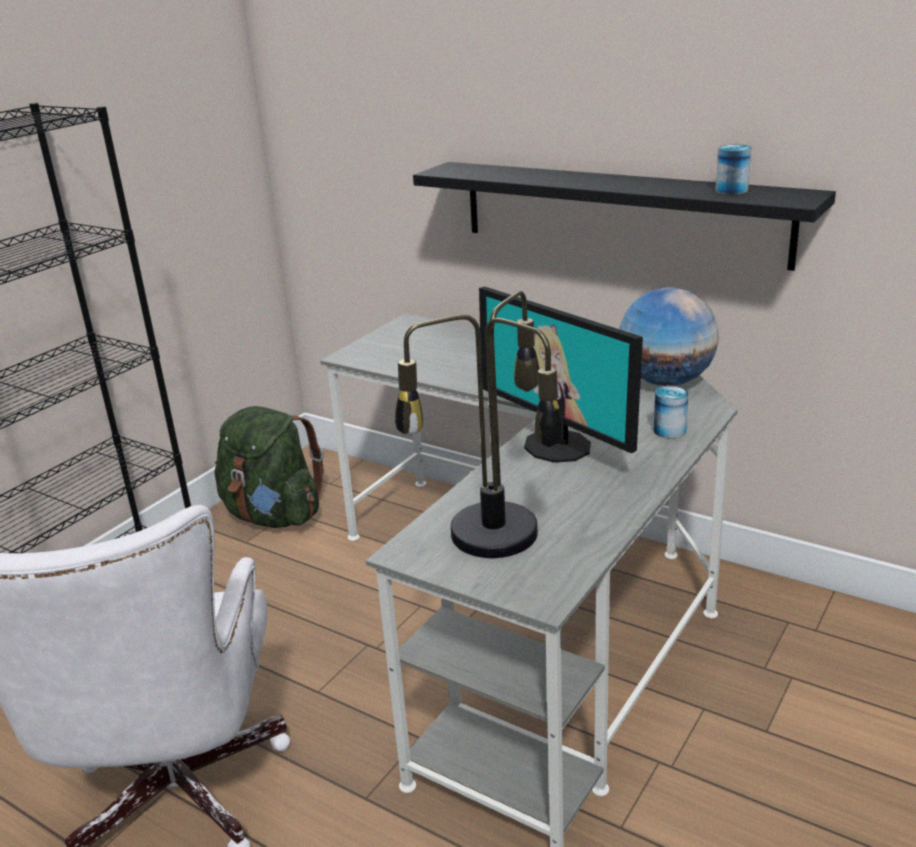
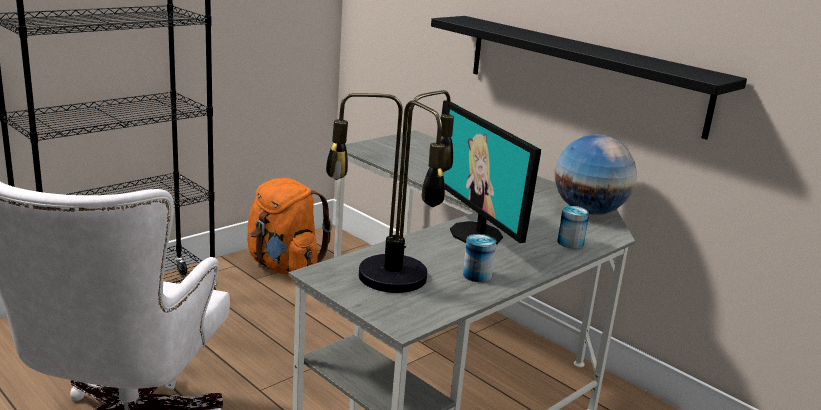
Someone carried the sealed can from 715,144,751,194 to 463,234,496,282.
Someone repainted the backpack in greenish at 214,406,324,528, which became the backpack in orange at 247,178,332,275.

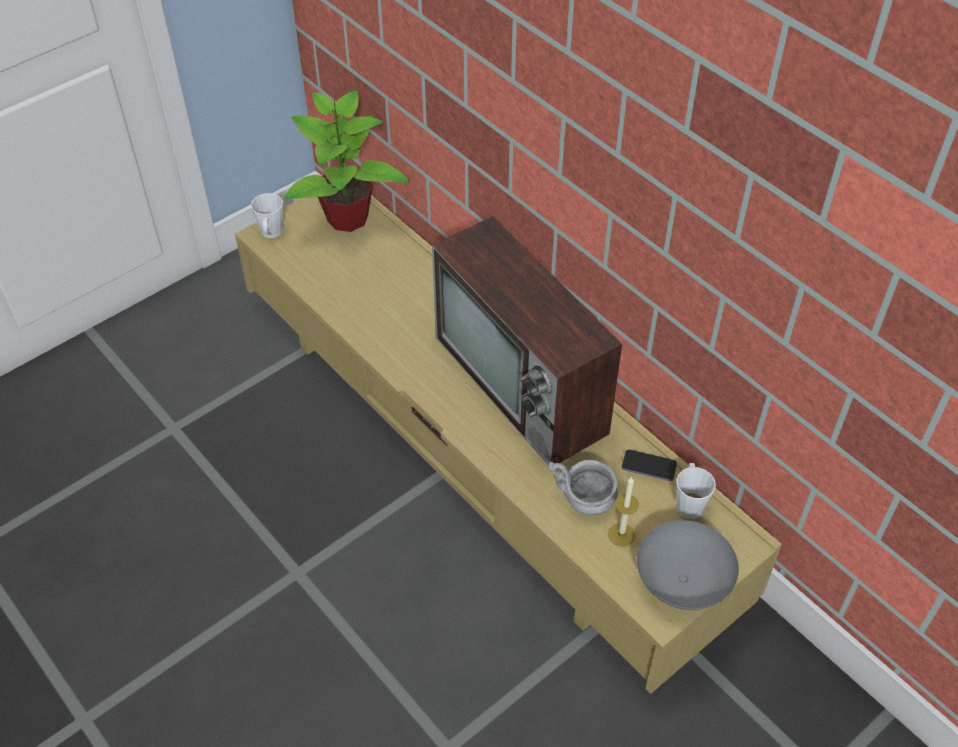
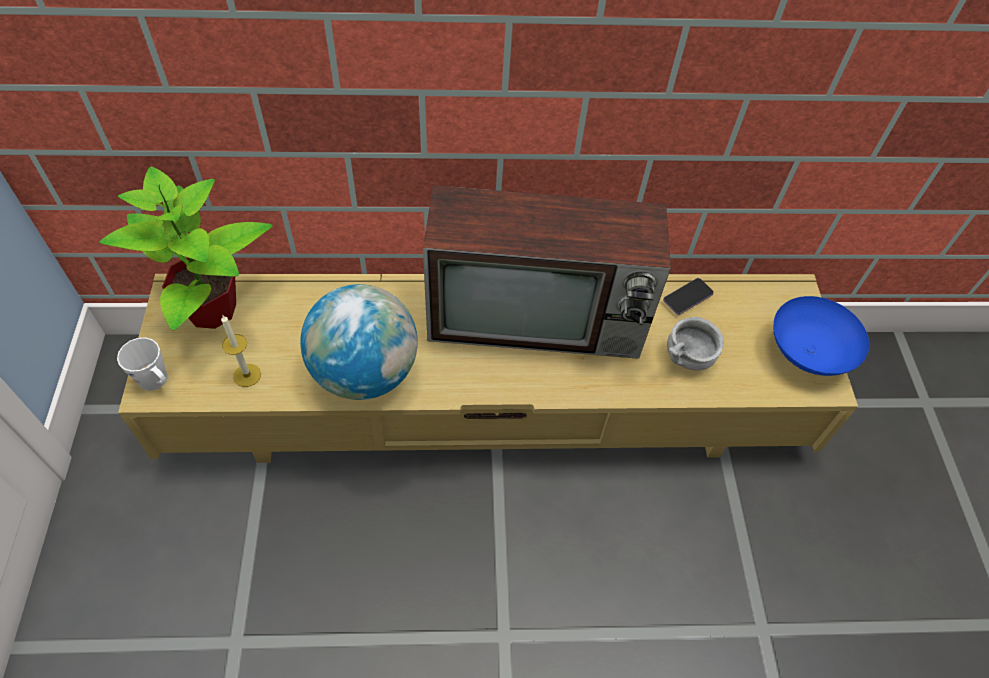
Someone took away the mug in white at 676,463,716,519.
Someone carried the wax light from 608,476,639,547 to 221,315,261,387.
Someone repainted the deep dish in grey at 637,520,739,610, which became the deep dish in bluish at 773,296,869,376.
Someone put down the globe at 300,284,418,400.

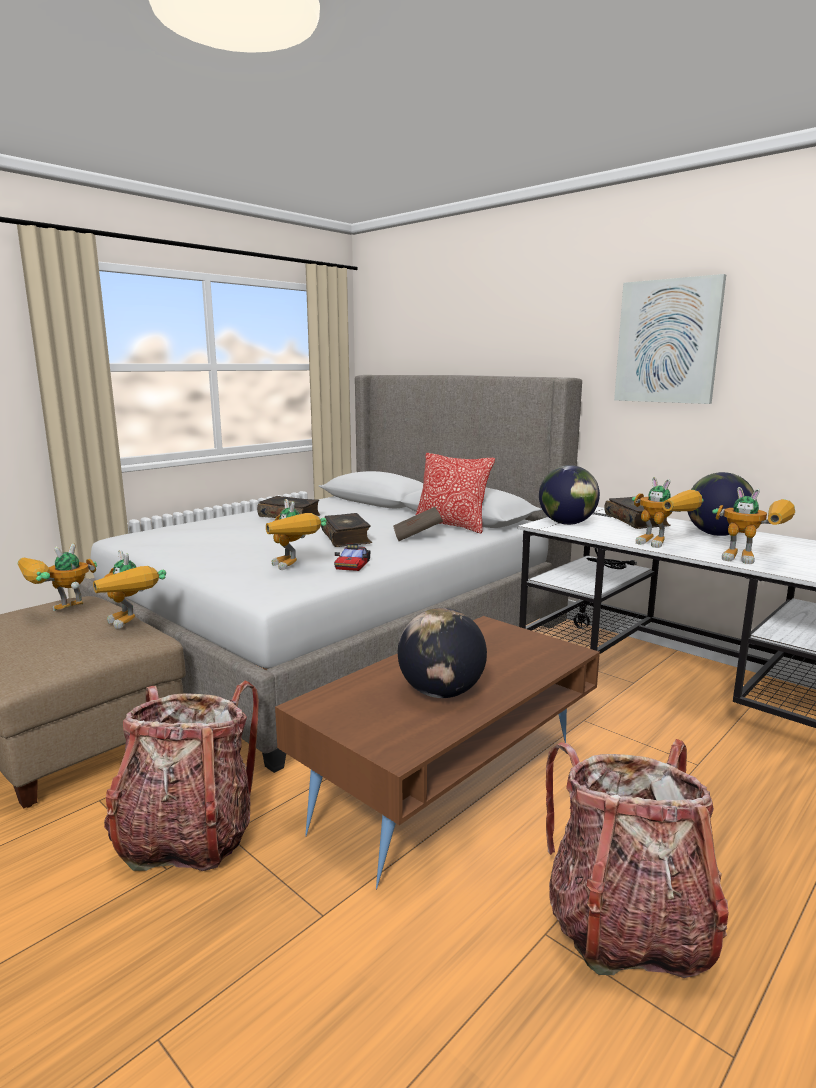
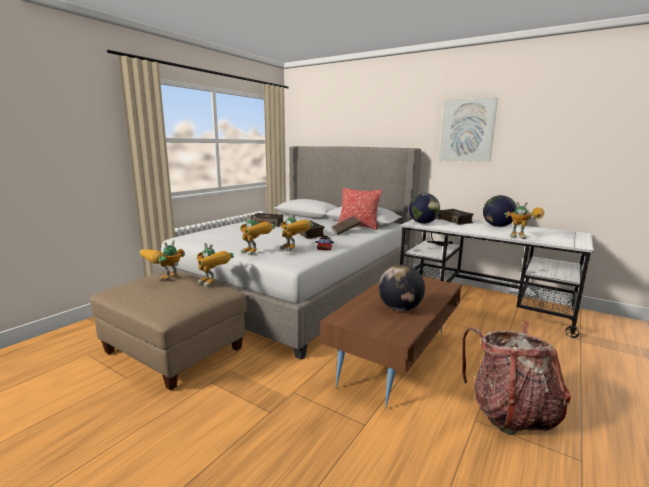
Someone carried the model robot from 632,477,704,548 to 240,215,275,255.
Someone took away the backpack at 104,681,259,871.

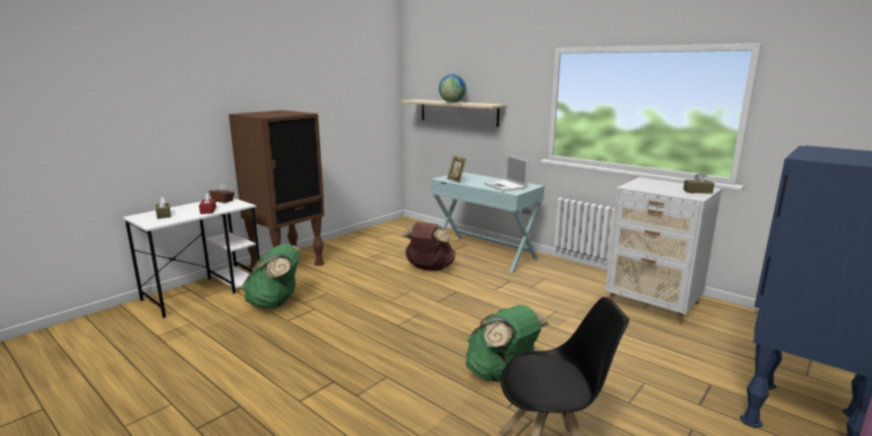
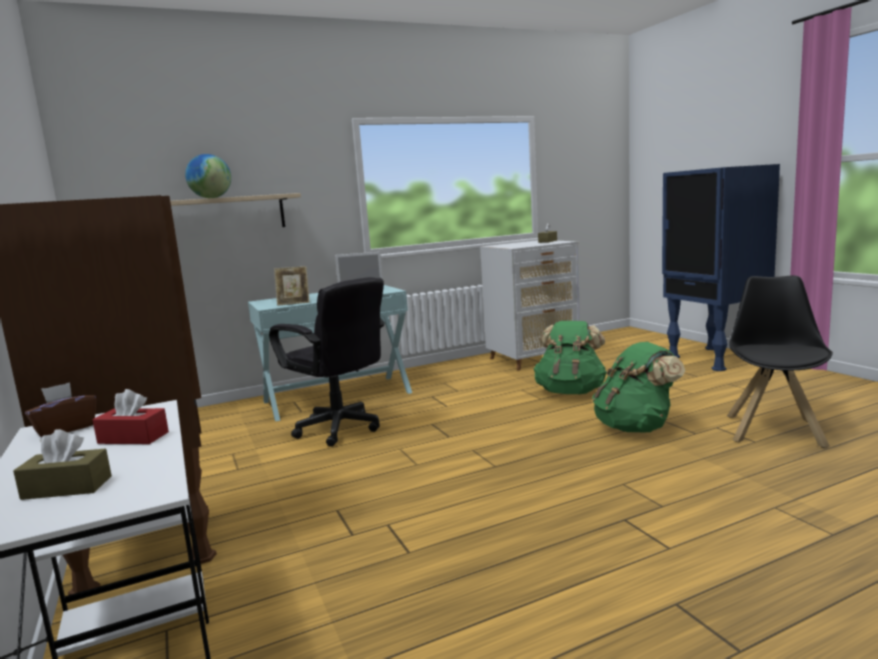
Someone swapped the backpack in brownish at 402,222,455,271 for the desk chair in black at 269,277,384,447.
Someone carried the backpack in greenish from 242,244,300,309 to 534,321,607,394.

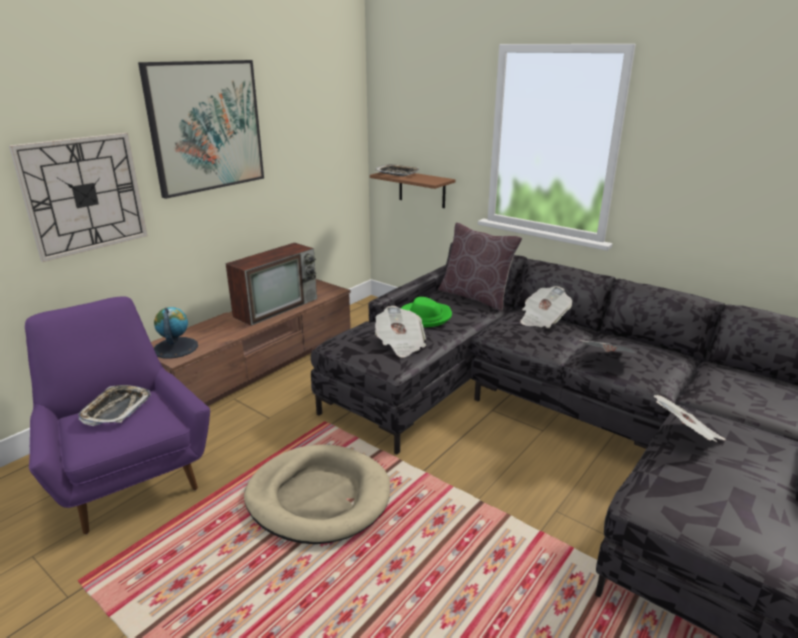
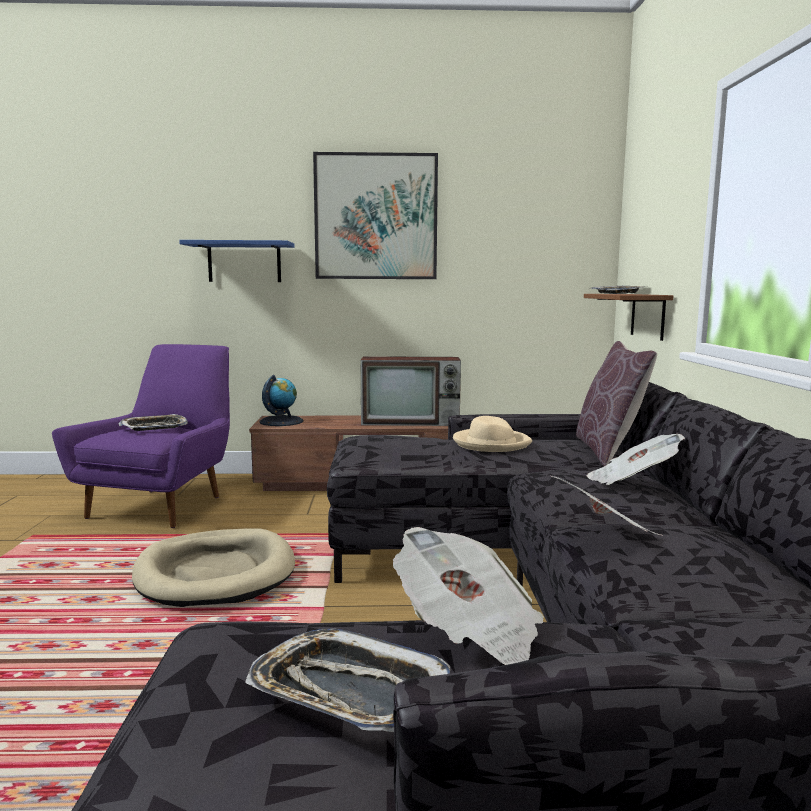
Someone swapped the hanging clock at 9,133,148,262 for the shelf in bluish at 179,240,294,282.
Someone repainted the hat in greenish at 400,297,452,327, which became the hat in beige-coloured at 453,416,532,452.
Someone took away the newspaper at 375,306,426,358.
Someone put down the tray at 245,629,450,732.

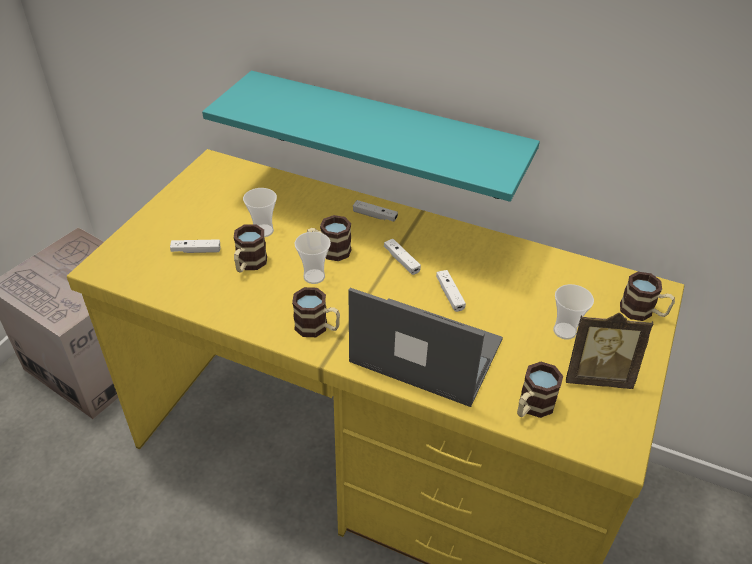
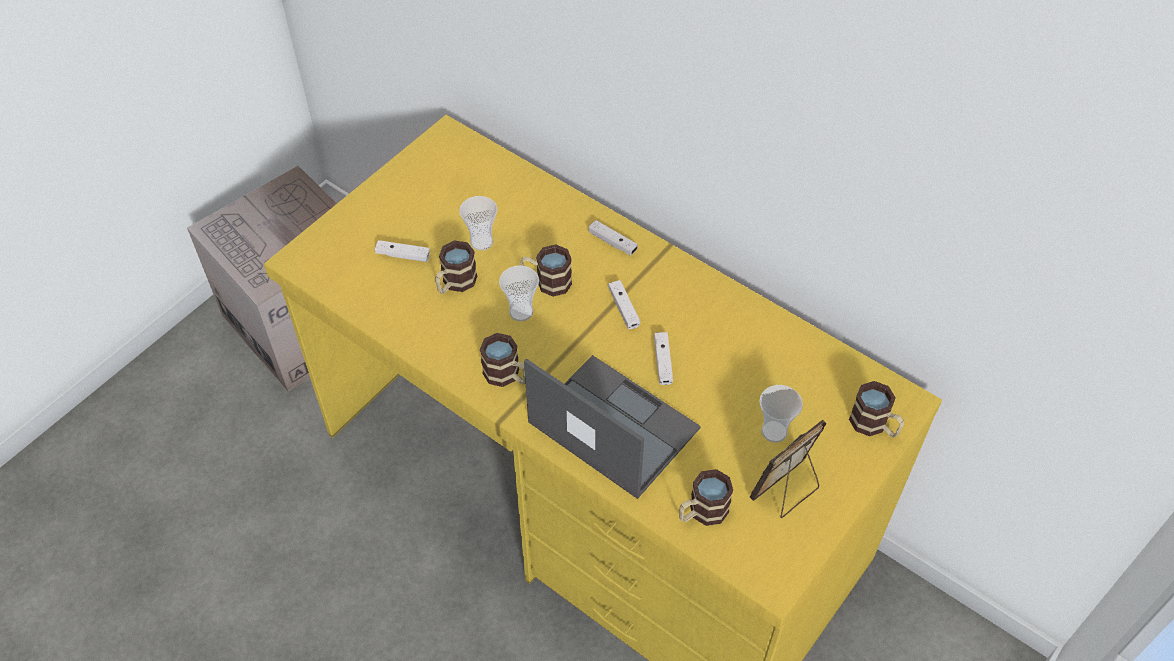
Someone took away the shelf in turquoise-coloured at 202,71,540,202.
Someone rotated the standing frame at 566,313,653,389 by 120 degrees clockwise.

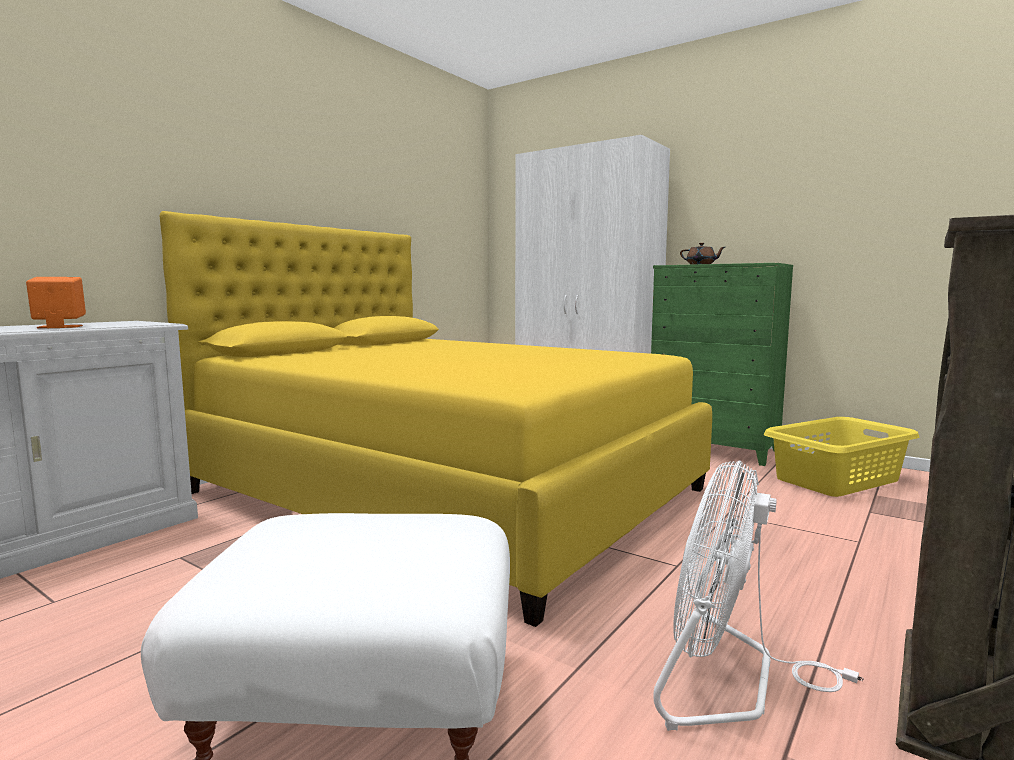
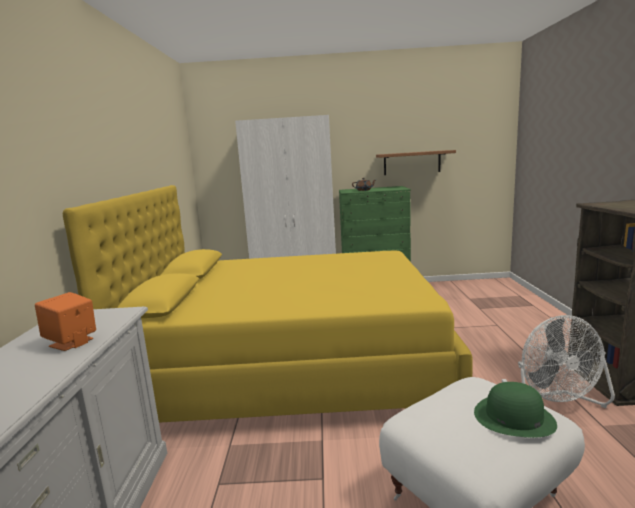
Someone took away the washing basket in yellow-coloured at 764,417,919,497.
Someone rotated the electric fan in white at 653,460,863,731 by 90 degrees counterclockwise.
Someone put up the shelf at 376,150,456,175.
Someone put down the hat in greenish at 474,382,557,437.

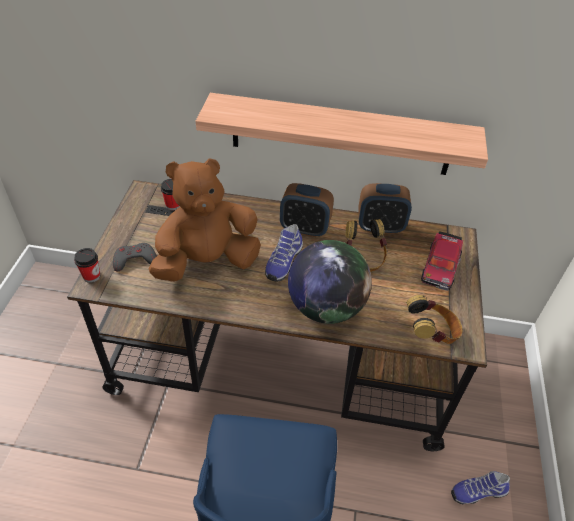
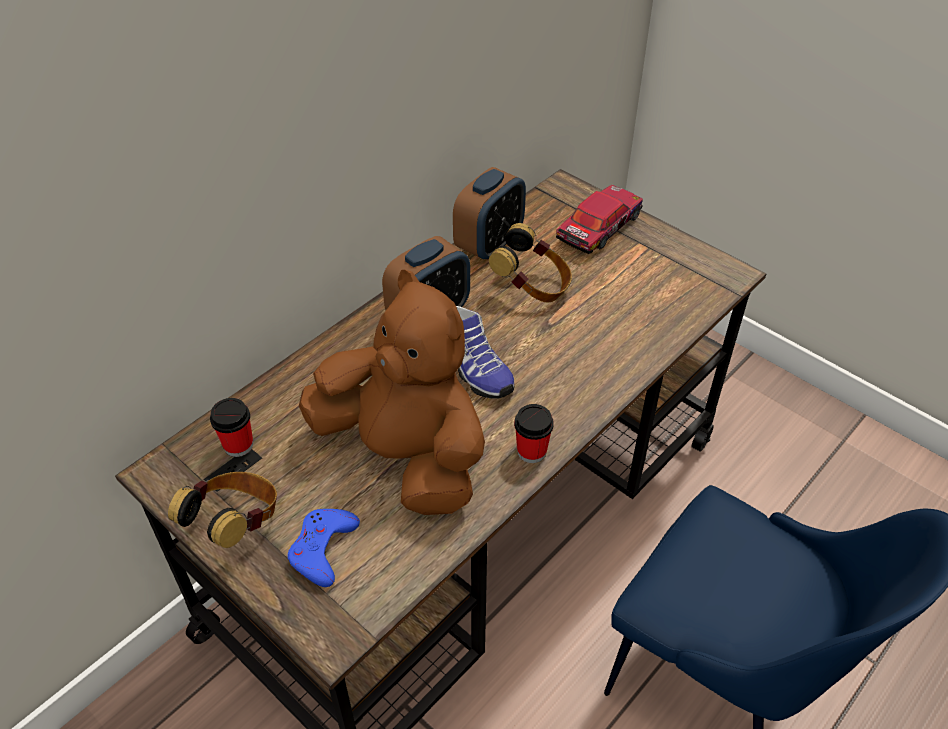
Someone took away the shelf at 196,93,488,175.
Someone rotated the cuddly toy in brownish at 149,158,261,282 by 120 degrees clockwise.
Someone rotated the model car at 421,231,463,291 by 105 degrees counterclockwise.
Someone took away the globe at 288,240,372,324.
Someone repainted the gamepad in grey at 113,243,157,271, which became the gamepad in bluish at 288,509,360,587.
Someone carried the cup from 74,248,100,283 to 514,404,554,463.
Someone carried the headphones from 407,295,462,344 to 168,472,277,548.
Someone took away the low shoe at 451,471,510,505.

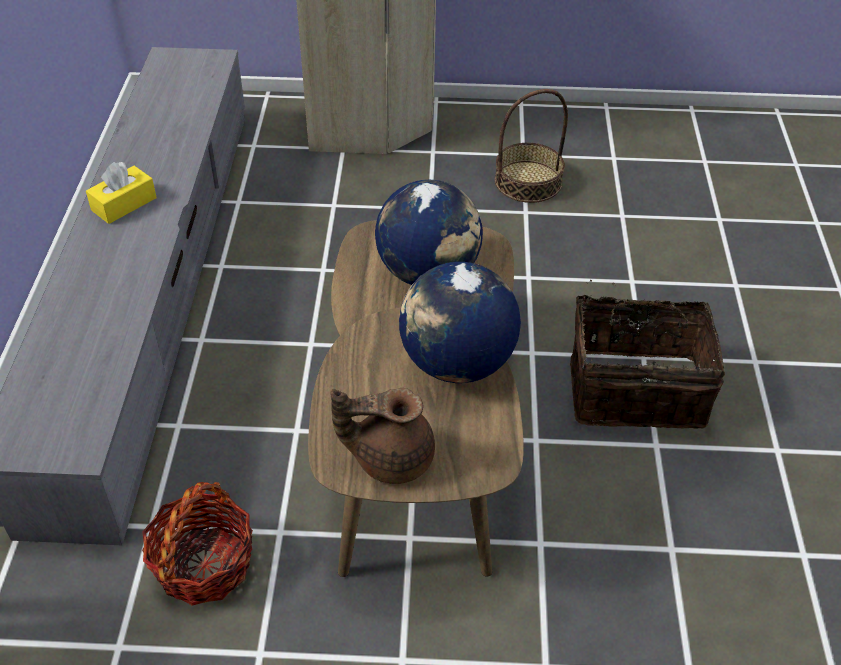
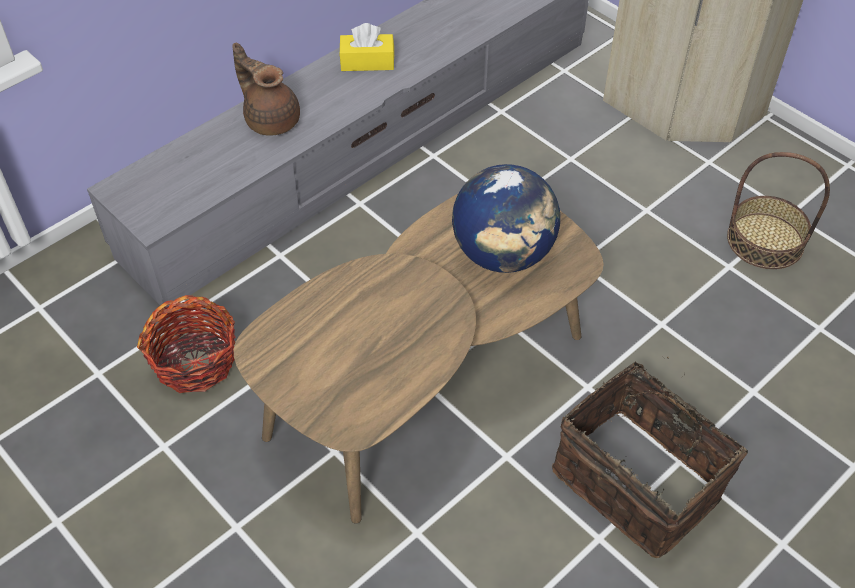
Someone took away the globe at 399,262,521,383.
Someone carried the tea pot in brownish from 331,388,435,484 to 232,43,300,136.

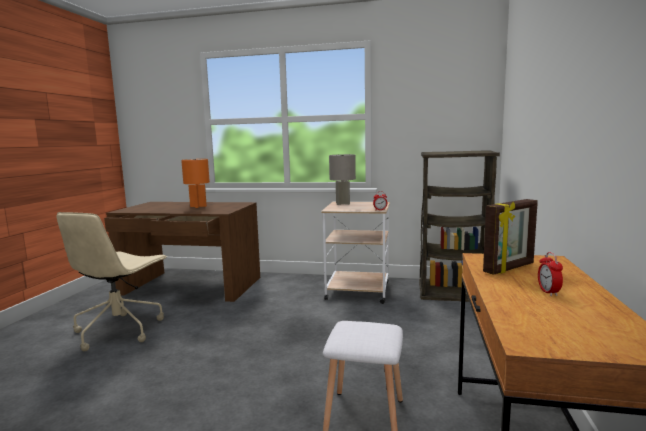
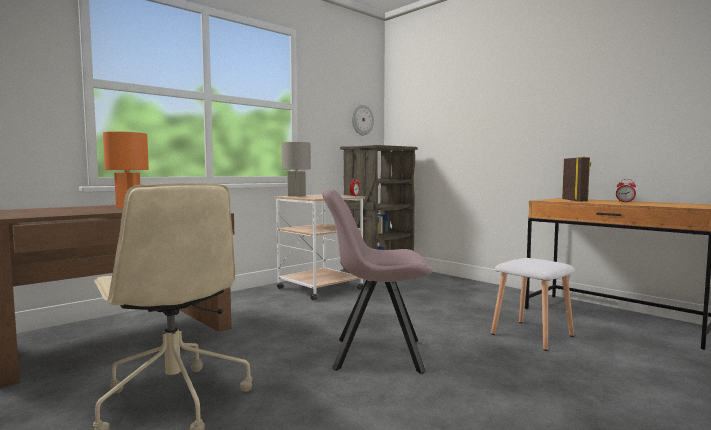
Someone put up the hanging clock at 352,105,374,135.
Someone put down the upright chair in pink at 322,189,432,374.

